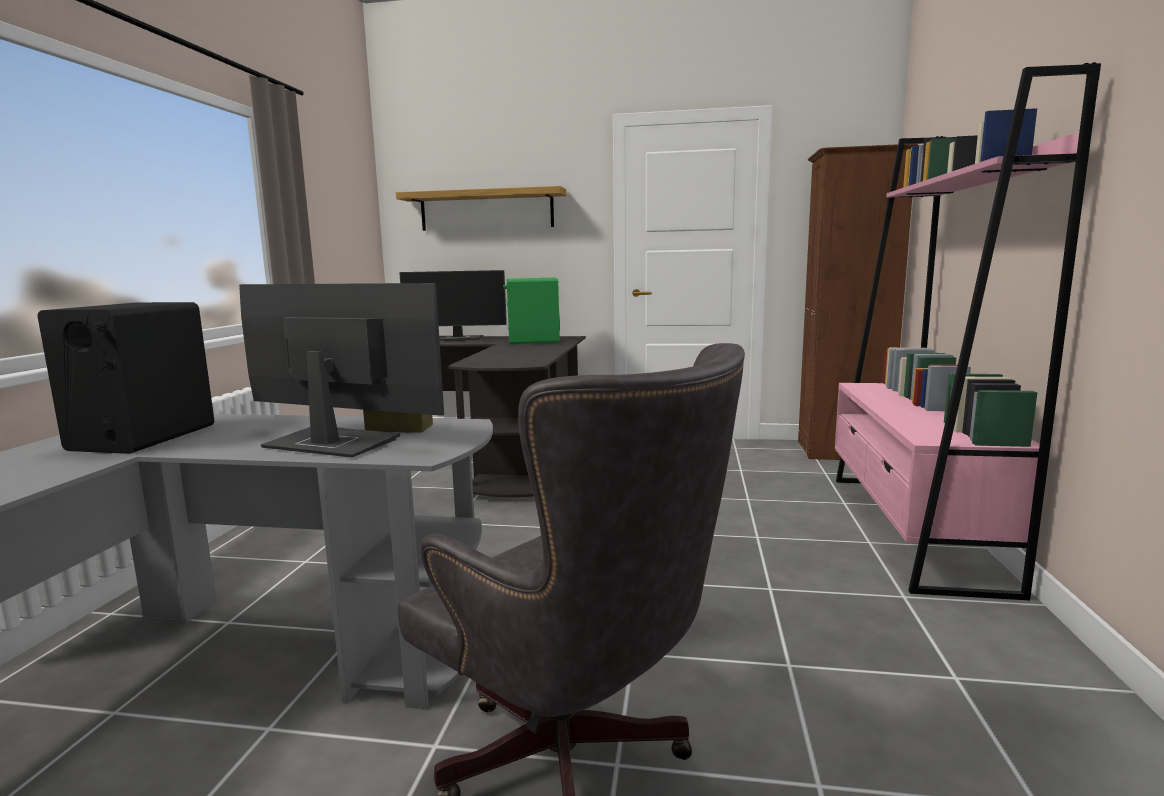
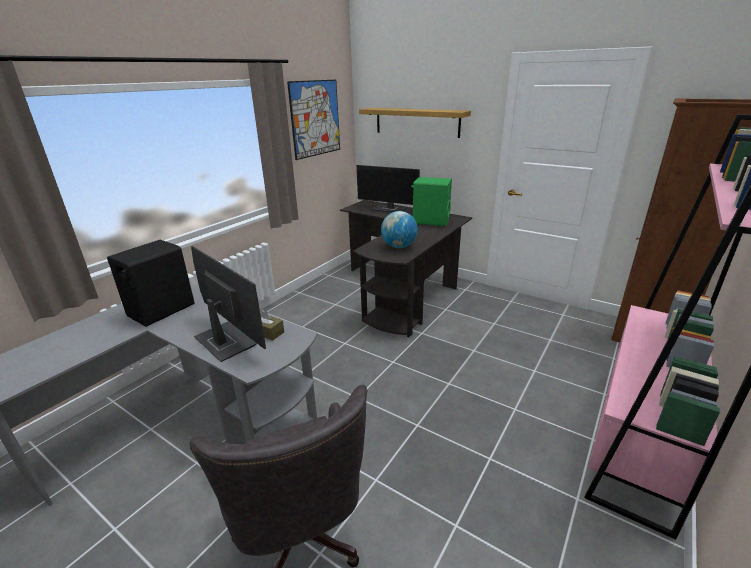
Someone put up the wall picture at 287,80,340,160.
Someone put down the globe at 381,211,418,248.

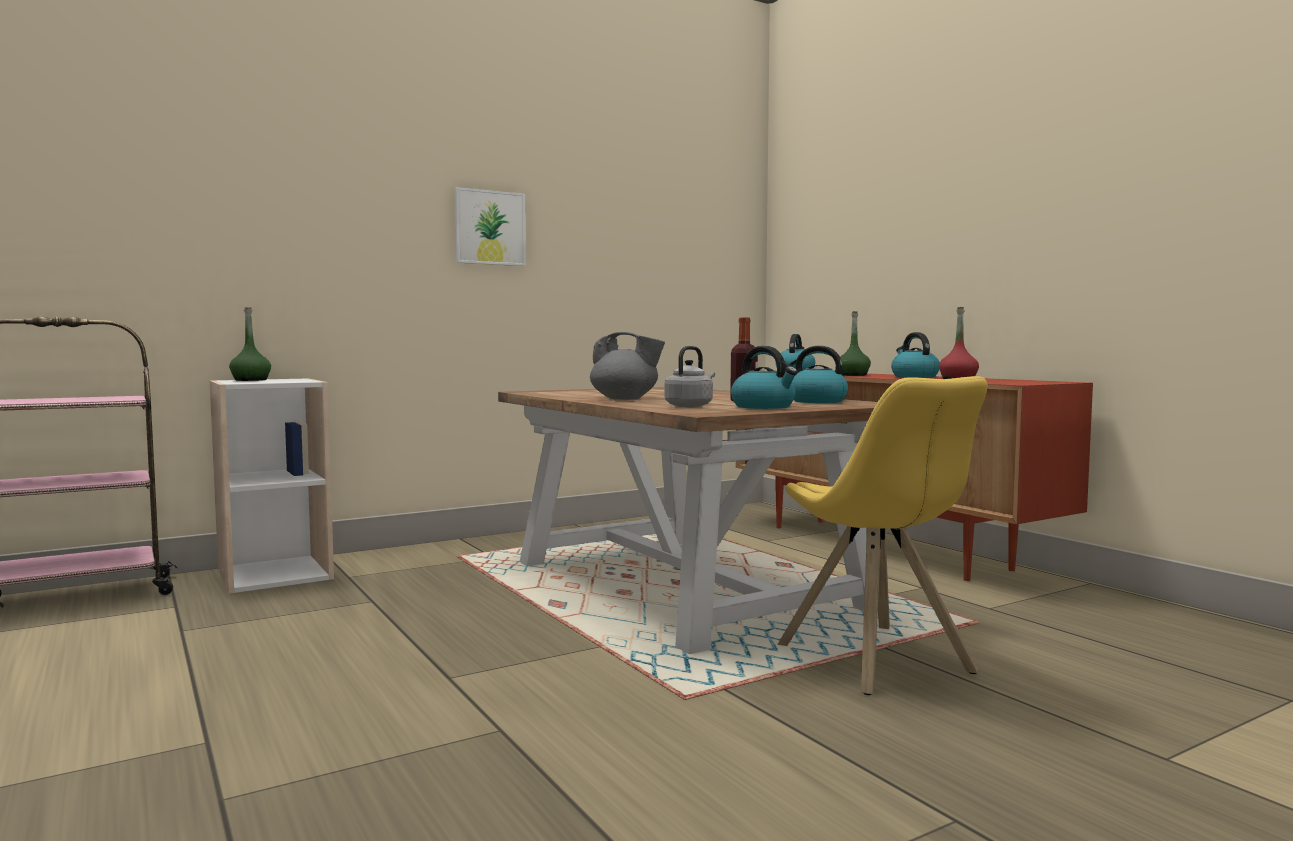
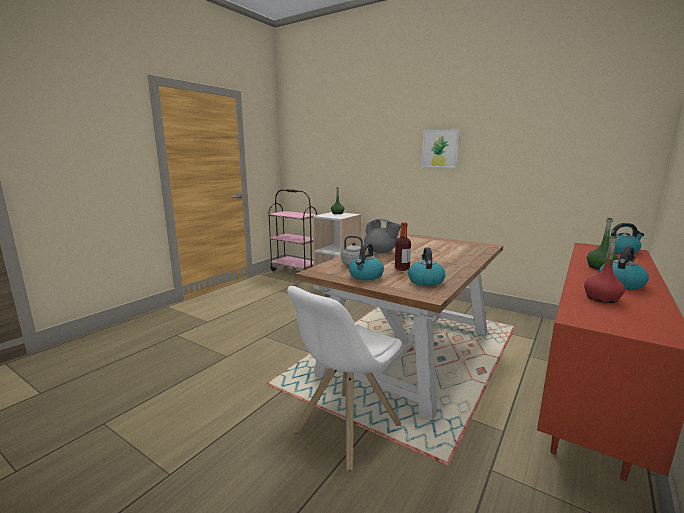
Someone rotated the tea pot in grey at 590,332,665,400 by 45 degrees counterclockwise.
Someone repainted the upright chair in yellow-coloured at 777,376,987,695, which became the upright chair in white at 287,286,402,471.

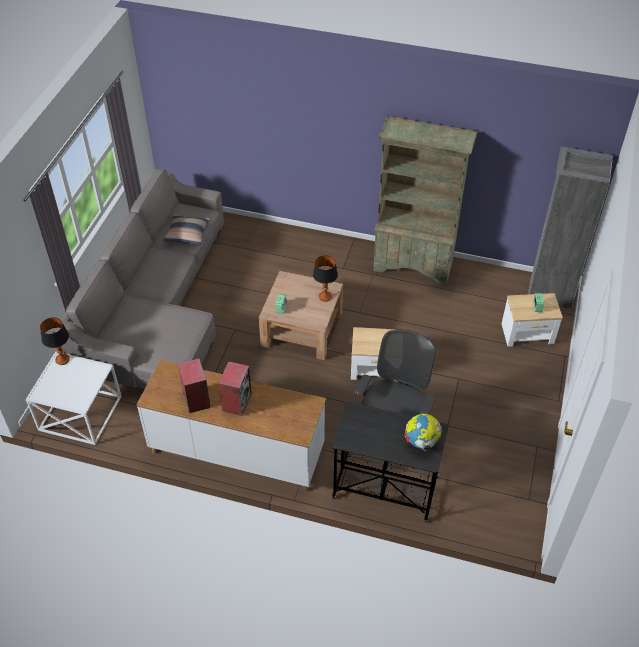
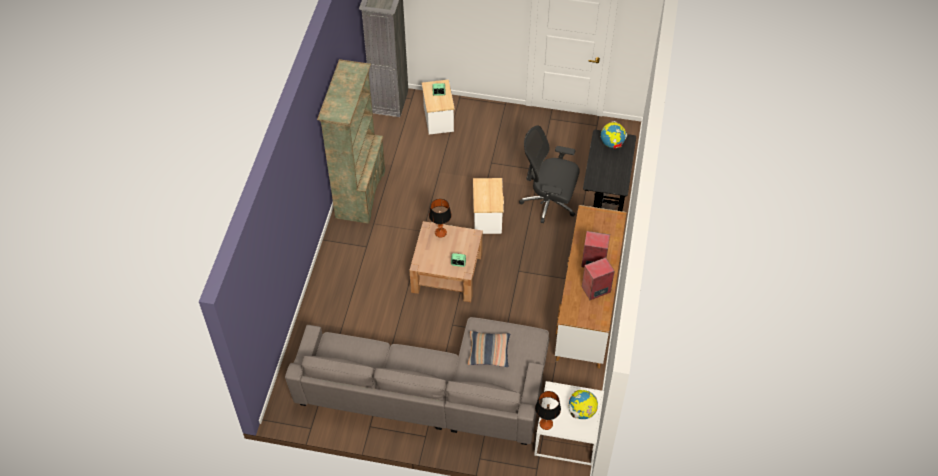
Someone carried the pillow from 163,214,210,245 to 467,331,510,367.
Someone put down the globe at 569,390,598,419.

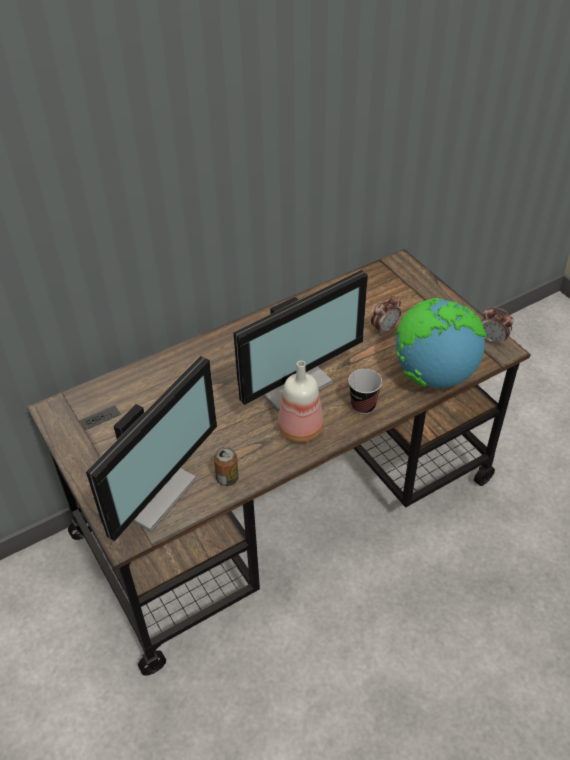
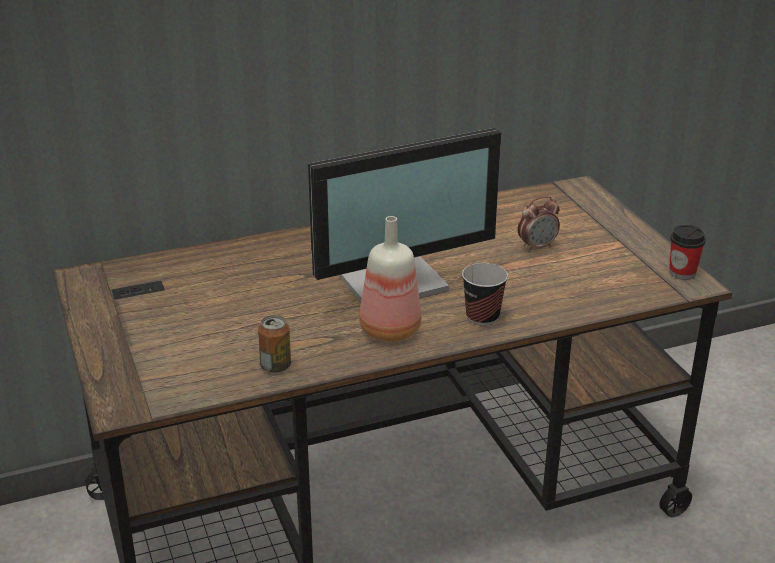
Someone took away the globe at 396,298,486,388.
Someone swapped the table clock at 481,307,514,346 for the cup at 669,225,706,280.
Someone took away the monitor at 86,356,217,541.

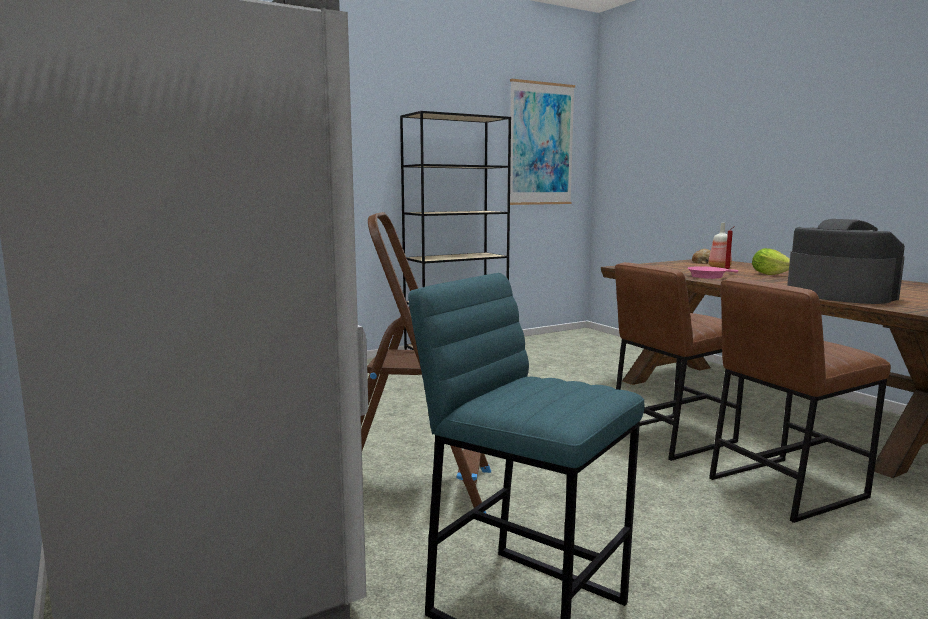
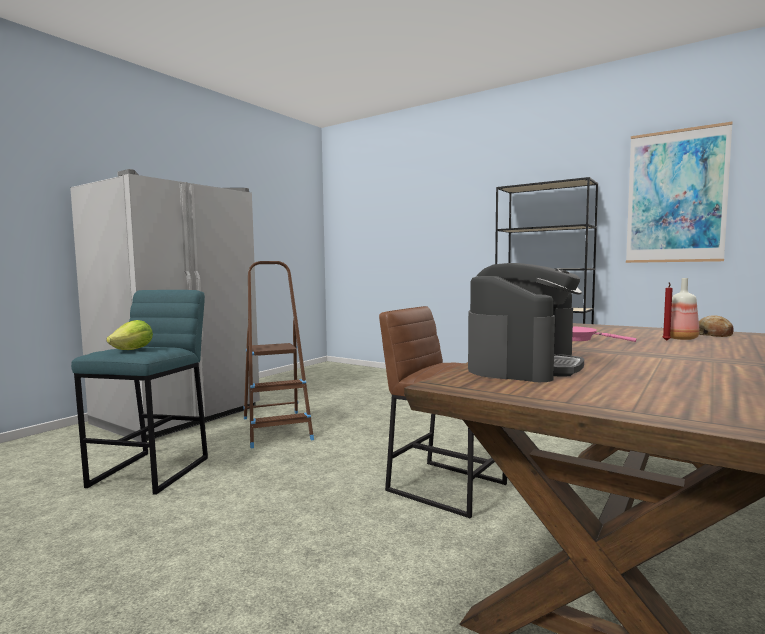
Someone carried the lettuce head from 752,248,790,275 to 106,320,153,350.
Someone took away the upright chair in brownish at 709,278,891,523.

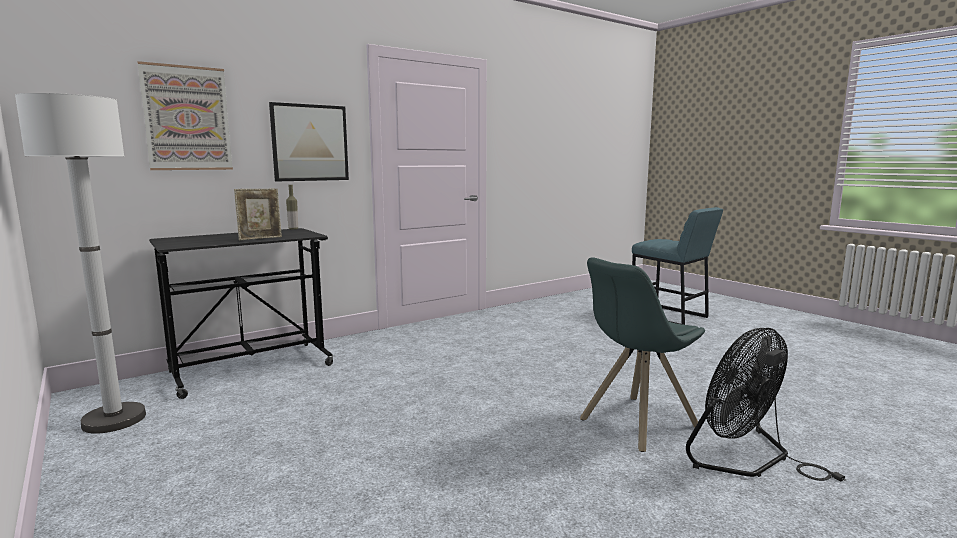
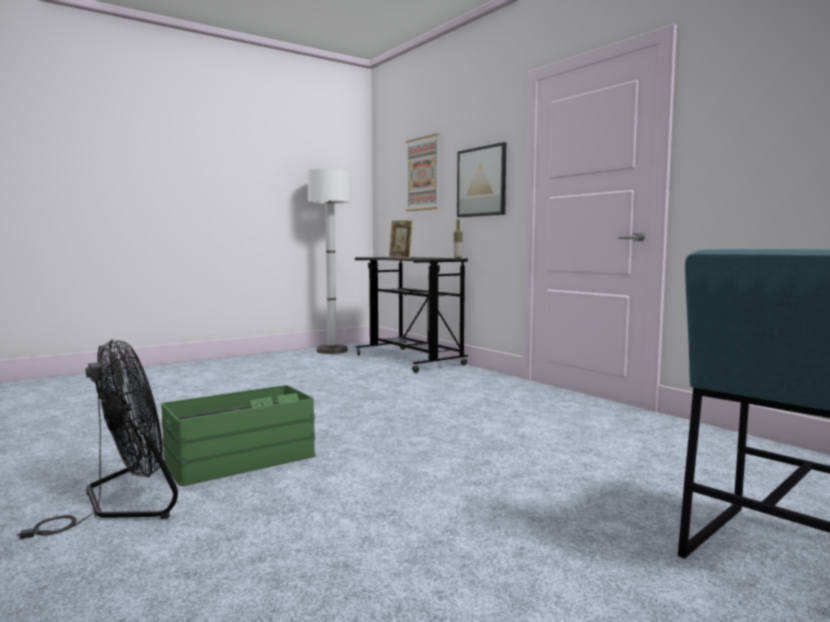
Someone swapped the upright chair in turquoise-coloured at 580,257,705,452 for the storage container in greenish at 161,385,316,486.

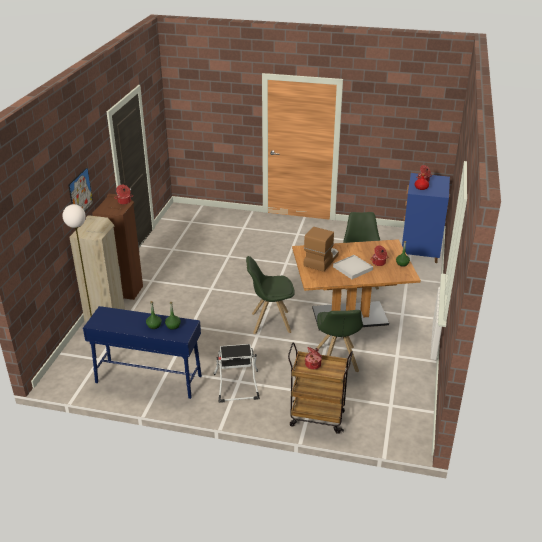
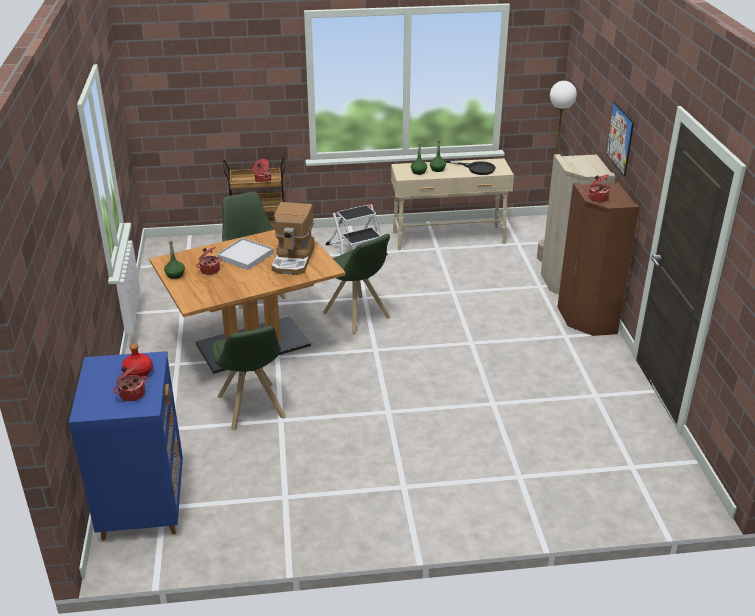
Someone rotated the upright chair in greenish at 246,256,295,334 by 75 degrees clockwise.
Someone repainted the console table in bluish at 83,306,202,399, which became the console table in beige-coloured at 391,158,514,250.
Someone put down the skillet in black at 445,159,496,175.

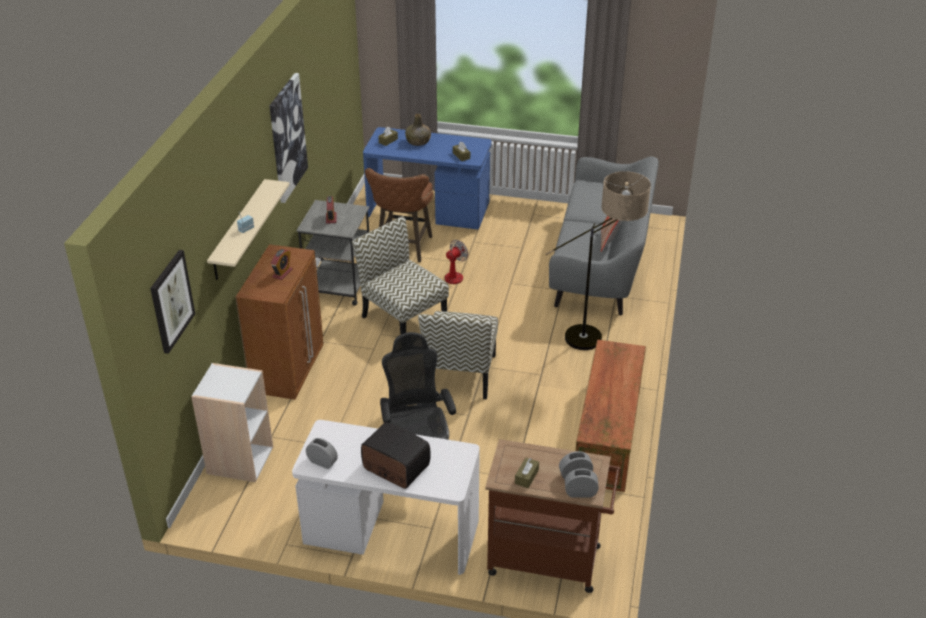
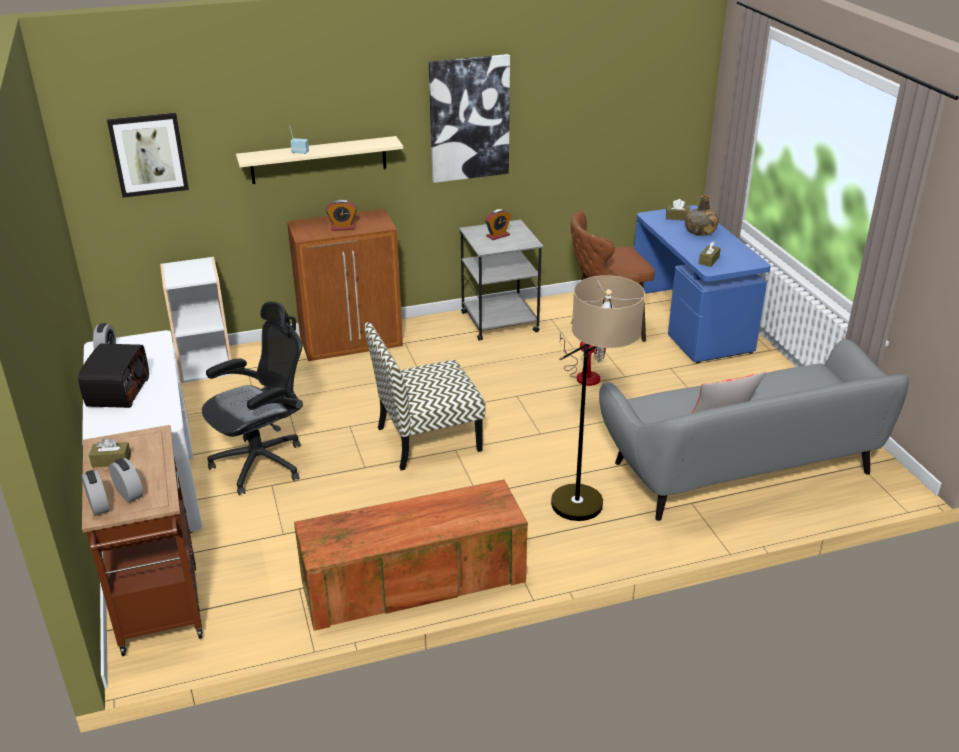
Someone took away the upright chair at 352,216,449,335.

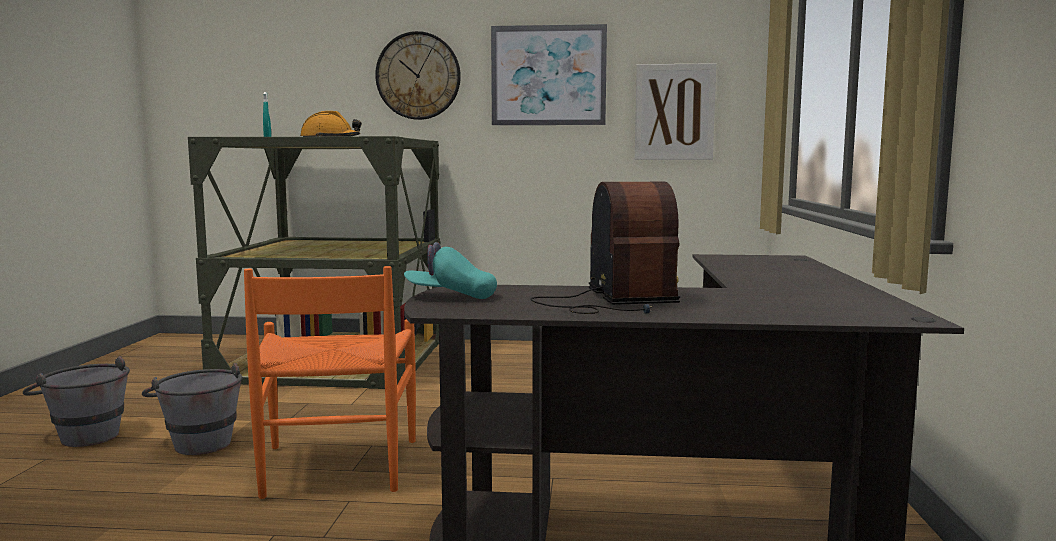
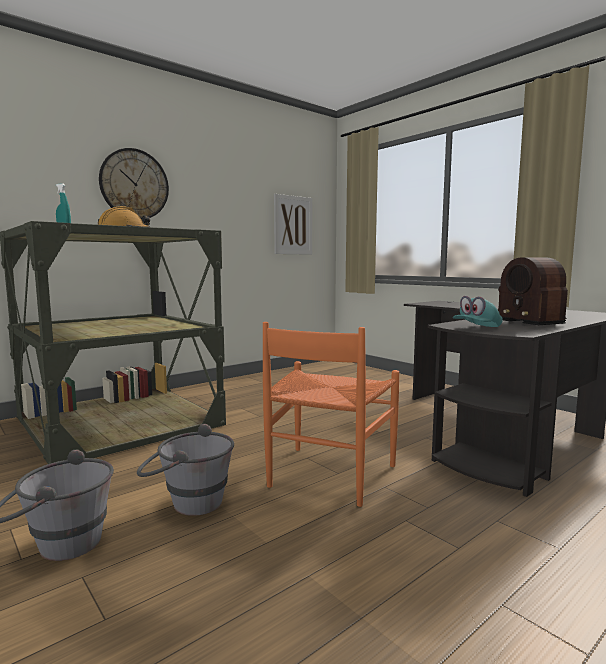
Someone took away the wall picture at 491,24,607,125.
Someone rotated the radio receiver at 530,182,680,314 by 150 degrees counterclockwise.
Someone rotated the upright chair in orange at 244,266,416,499 by 75 degrees clockwise.

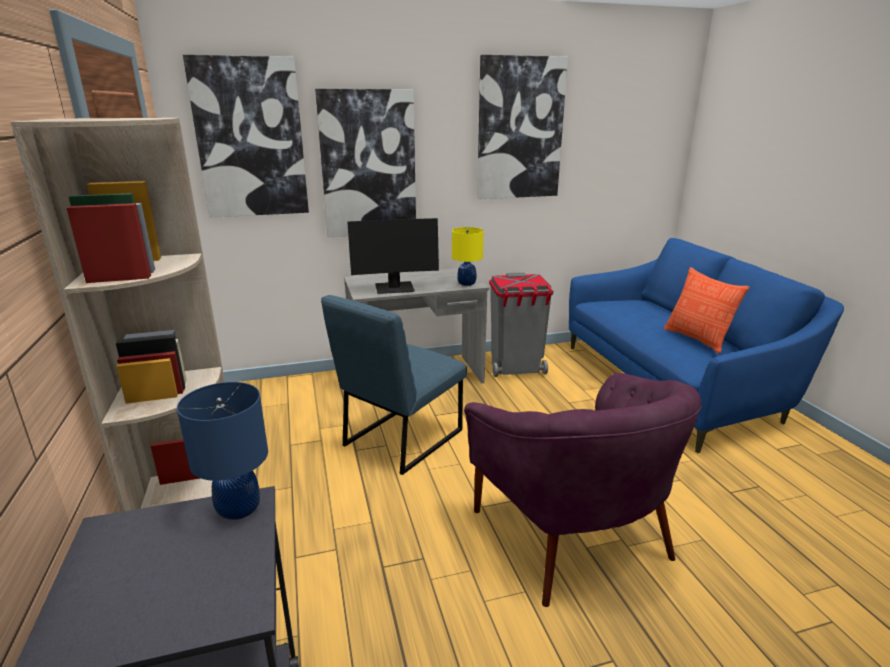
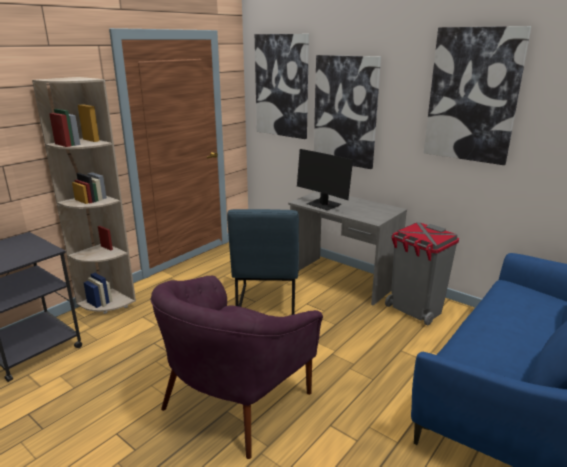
Someone took away the lamp for a table in yellow-coloured at 452,227,484,286.
Someone took away the pillow in orange at 664,267,749,354.
Someone rotated the upright chair in bluish at 321,295,467,475 by 90 degrees counterclockwise.
Someone took away the lamp for a table in bluish at 177,382,268,520.

